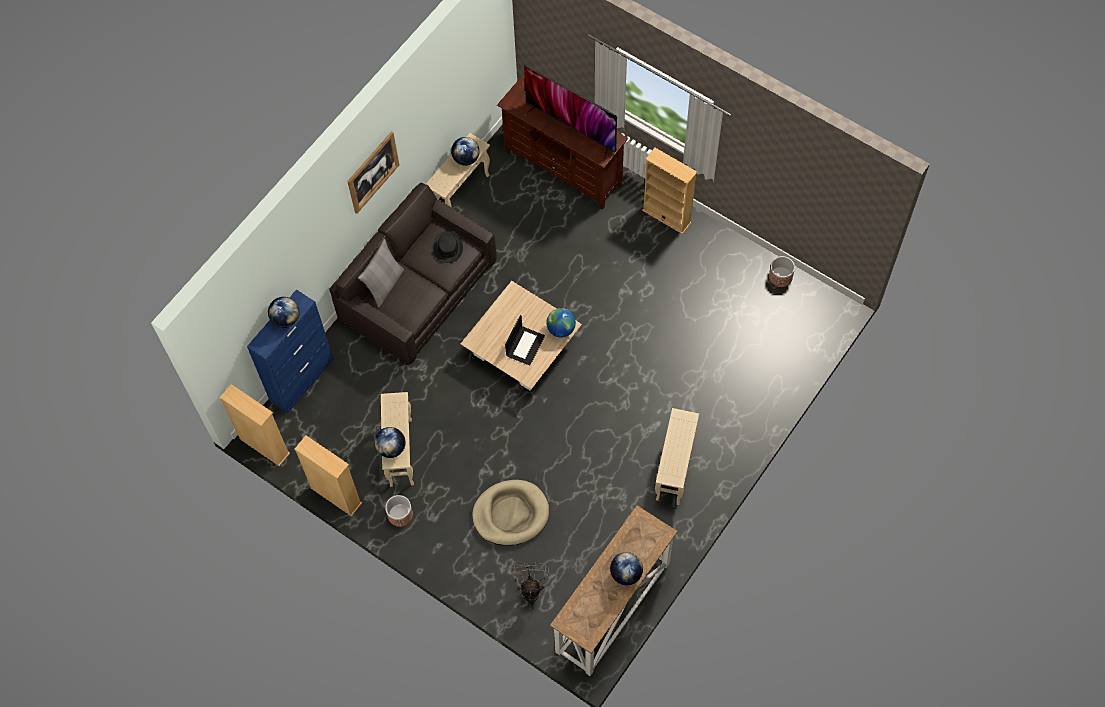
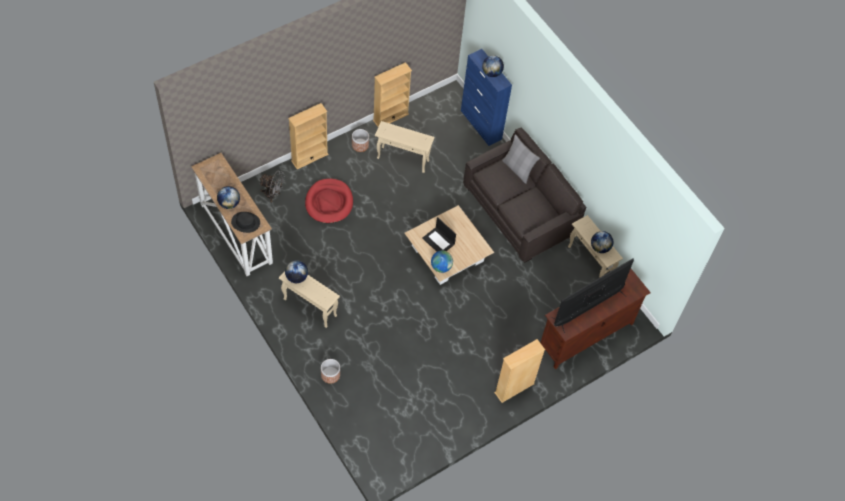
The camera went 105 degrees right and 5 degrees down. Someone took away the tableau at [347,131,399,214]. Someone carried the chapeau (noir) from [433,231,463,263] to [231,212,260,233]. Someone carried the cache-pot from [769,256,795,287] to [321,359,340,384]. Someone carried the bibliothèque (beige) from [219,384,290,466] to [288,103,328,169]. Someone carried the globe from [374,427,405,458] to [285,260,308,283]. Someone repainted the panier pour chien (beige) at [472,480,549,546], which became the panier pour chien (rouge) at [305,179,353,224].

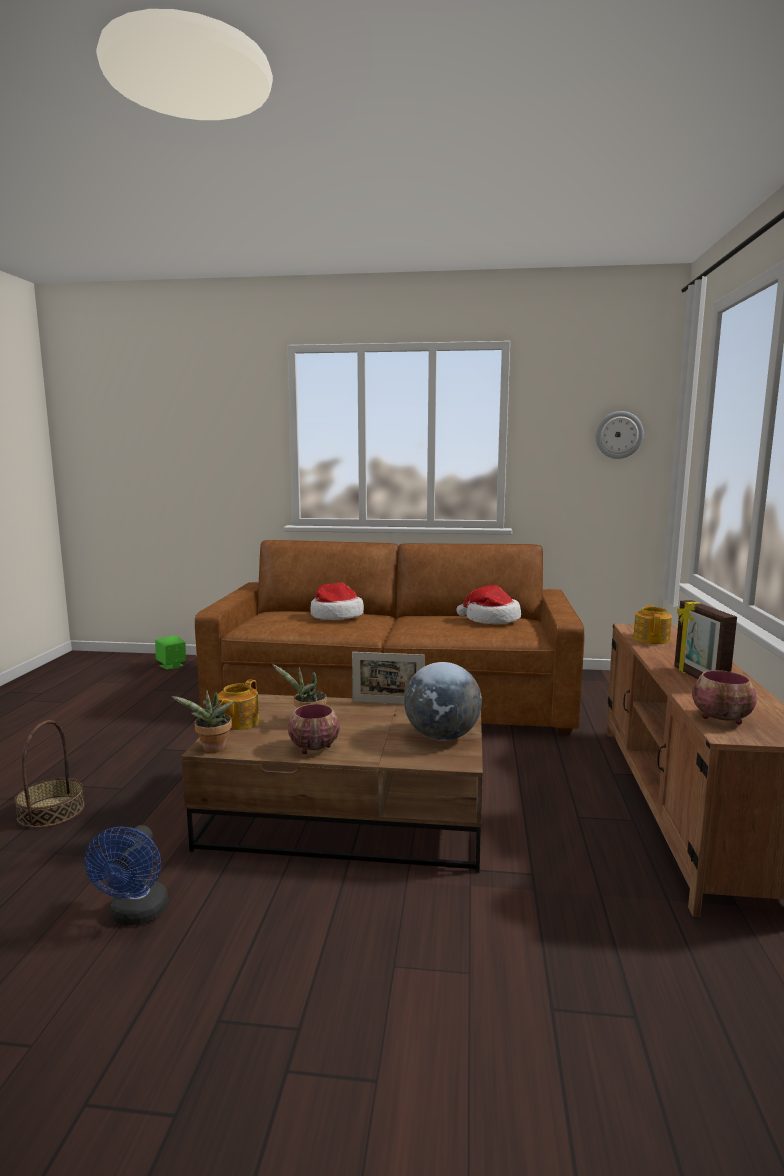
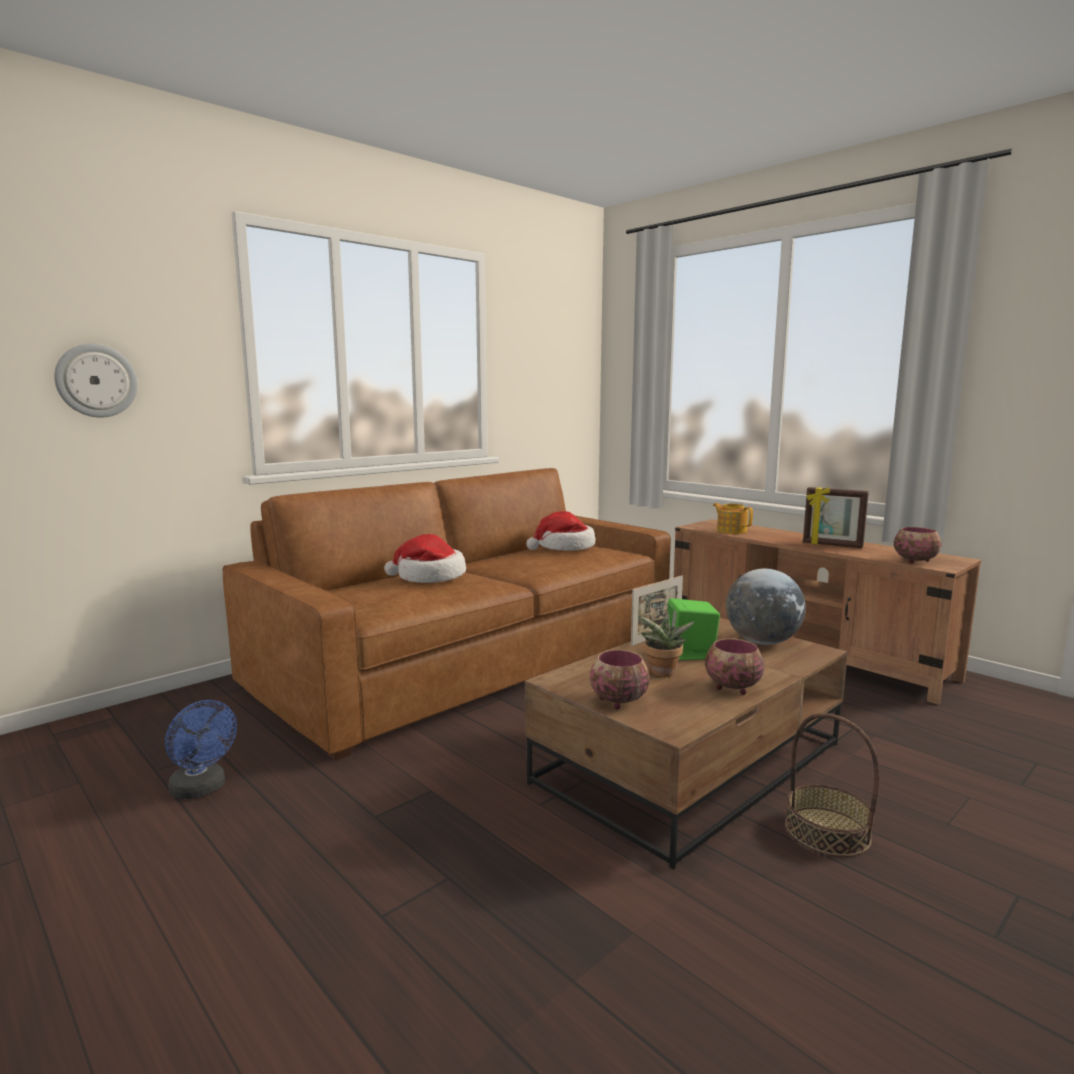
The camera went 50 degrees left and 0 degrees up. Someone carried the horloge murale from [595,411,644,459] to [54,343,138,418]. Someone carried the enceinte (vert) from [155,635,186,670] to [667,598,720,660]. Someone swapped the théière at [217,679,259,730] for the bol at [590,650,650,709]. Someone took away the plante en pot at [171,690,236,753]. Someone carried the panier from [14,720,85,828] to [785,713,879,857]. Someone carried the ventilateur (bleu) from [85,825,168,926] to [165,700,237,799].

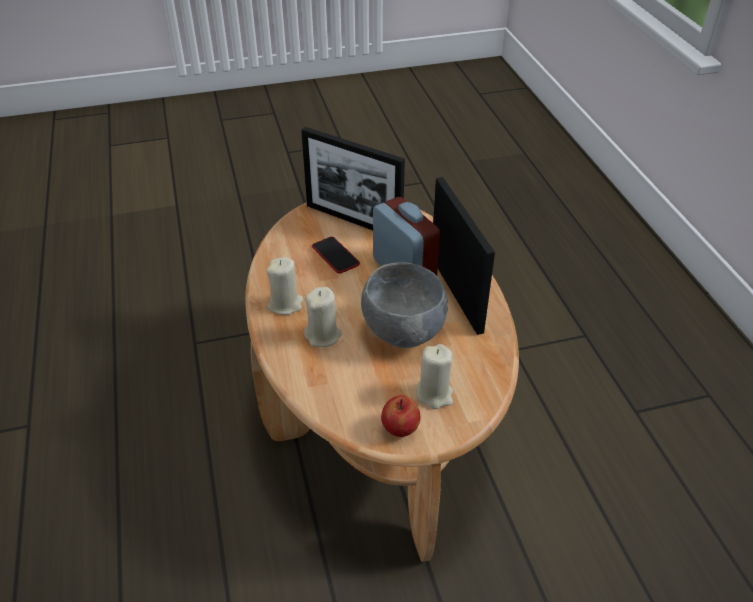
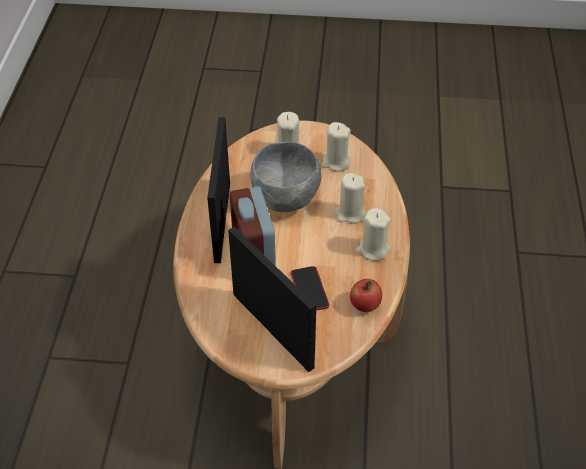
The camera went 160 degrees left and 5 degrees up. Someone carried the pomme from [381,395,420,437] to [350,279,382,312]. Someone put down the bougie (beige) at [322,122,351,171].

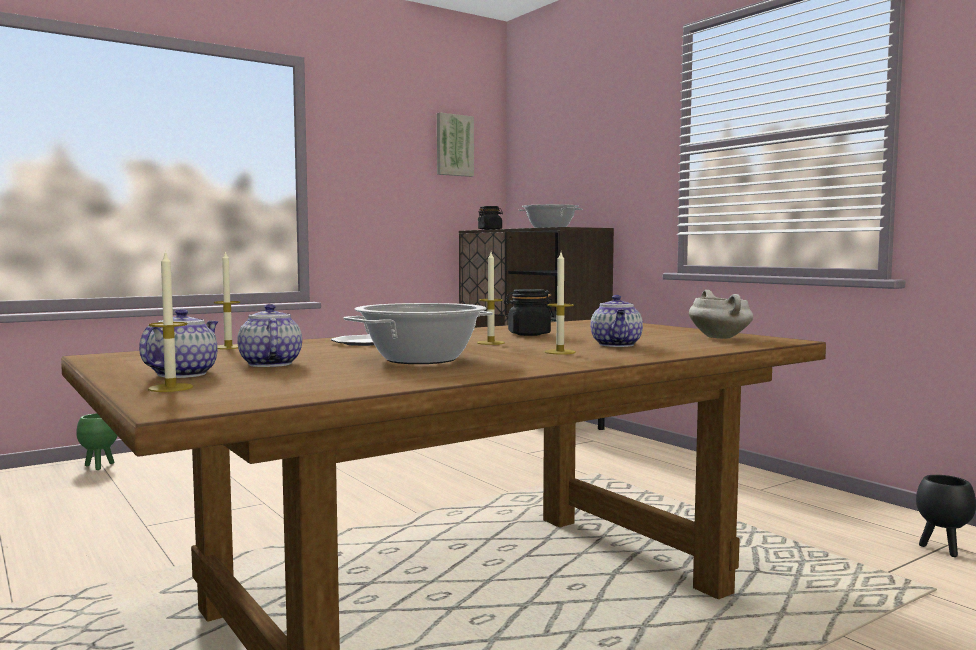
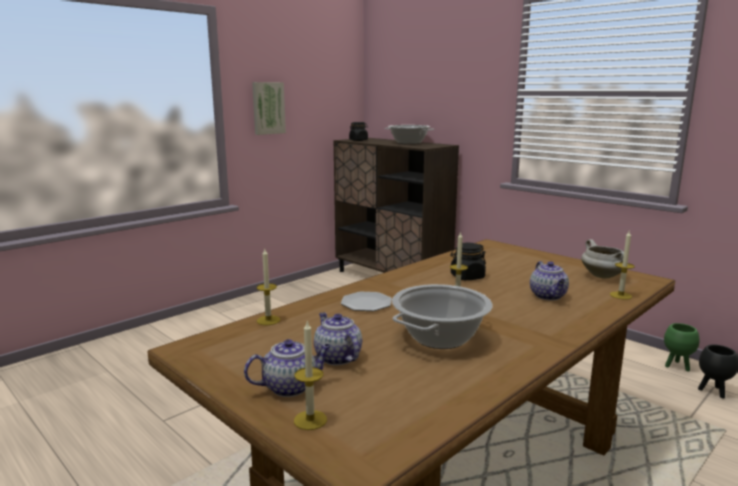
The camera went 10 degrees left and 10 degrees up. Someone carried the tableau from [437,113,474,177] to [252,82,286,135]. Someone carried the bougie from [545,252,576,355] to [610,230,635,300]. Someone rotated the théière at [139,309,218,378] by 60 degrees clockwise. Someone carried the cache-pot (vert) from [76,413,117,470] to [664,323,700,371].

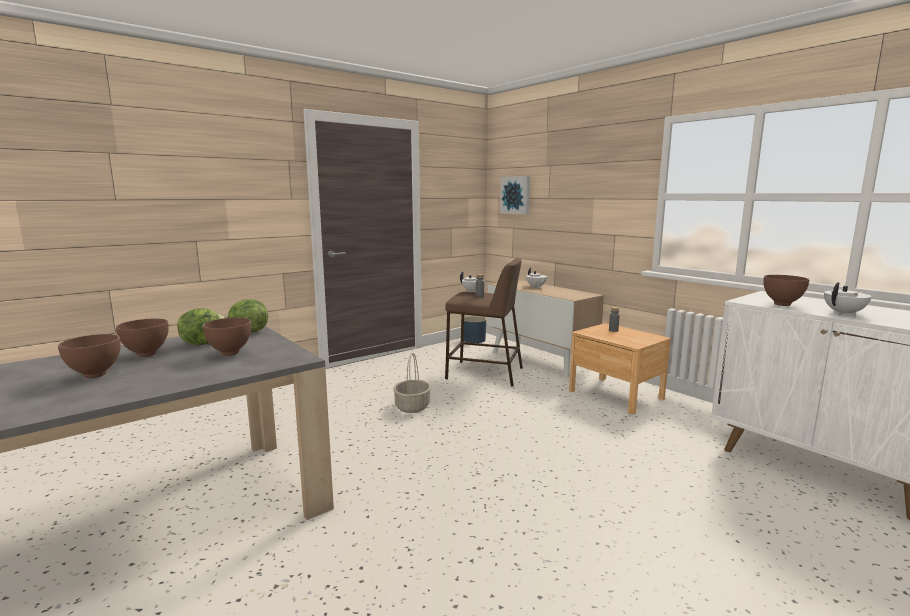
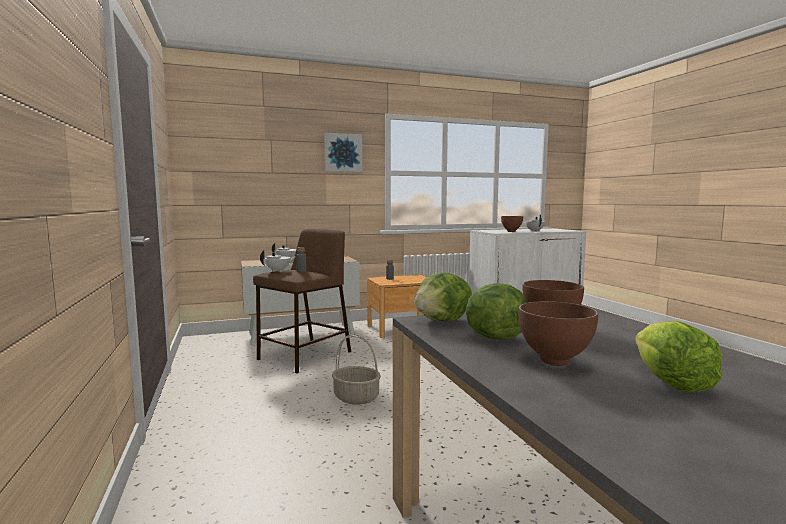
The camera went 70 degrees left and 5 degrees down. Someone carried the tableau from [500,176,530,214] to [324,133,362,172]. Someone took away the cache-pot (bleu) at [464,316,486,343]. Someone swapped the bol (marron) at [58,334,121,378] for the laitue at [636,321,722,393].

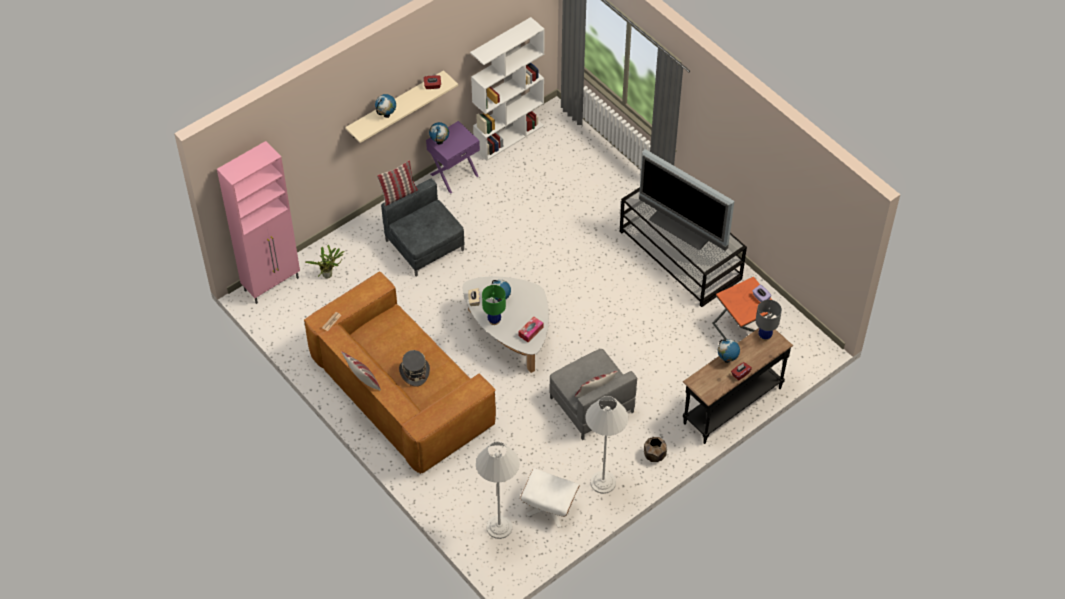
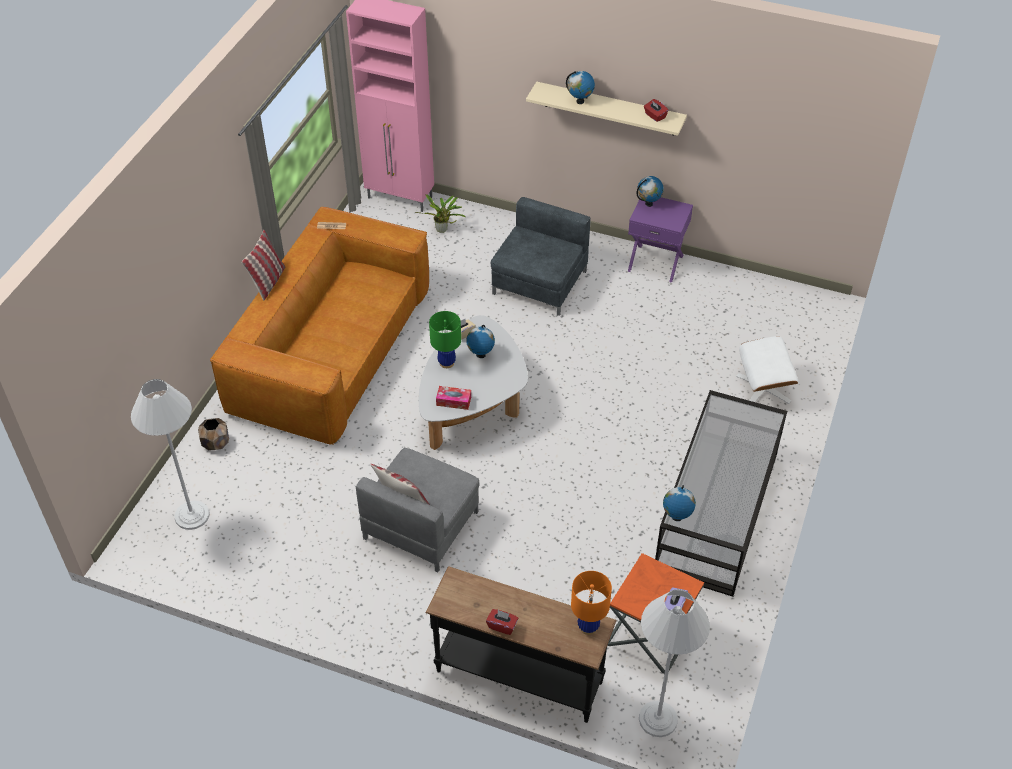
The camera went 60 degrees right and 5 degrees down. Someone took away the bibliothèque (blanc) at [470,17,545,161]. Someone took away the téléviseur at [639,149,734,251]. Someone took away the coussin at [377,160,418,206]. Someone repainted the lampe de table (gris) at [756,300,782,341], which became the lampe de table (orange) at [571,571,612,635]. Someone carried the globe from [718,339,740,363] to [663,485,696,521]. Someone took away the chapeau (gris) at [399,350,430,387]. Someone carried the lampadaire (blanc) from [585,396,629,494] to [639,589,710,737]. Someone carried the cache-pot (marron) from [644,437,667,462] to [198,418,229,451]. Someone carried the pouf (blanc) from [520,469,580,528] to [736,336,799,404].

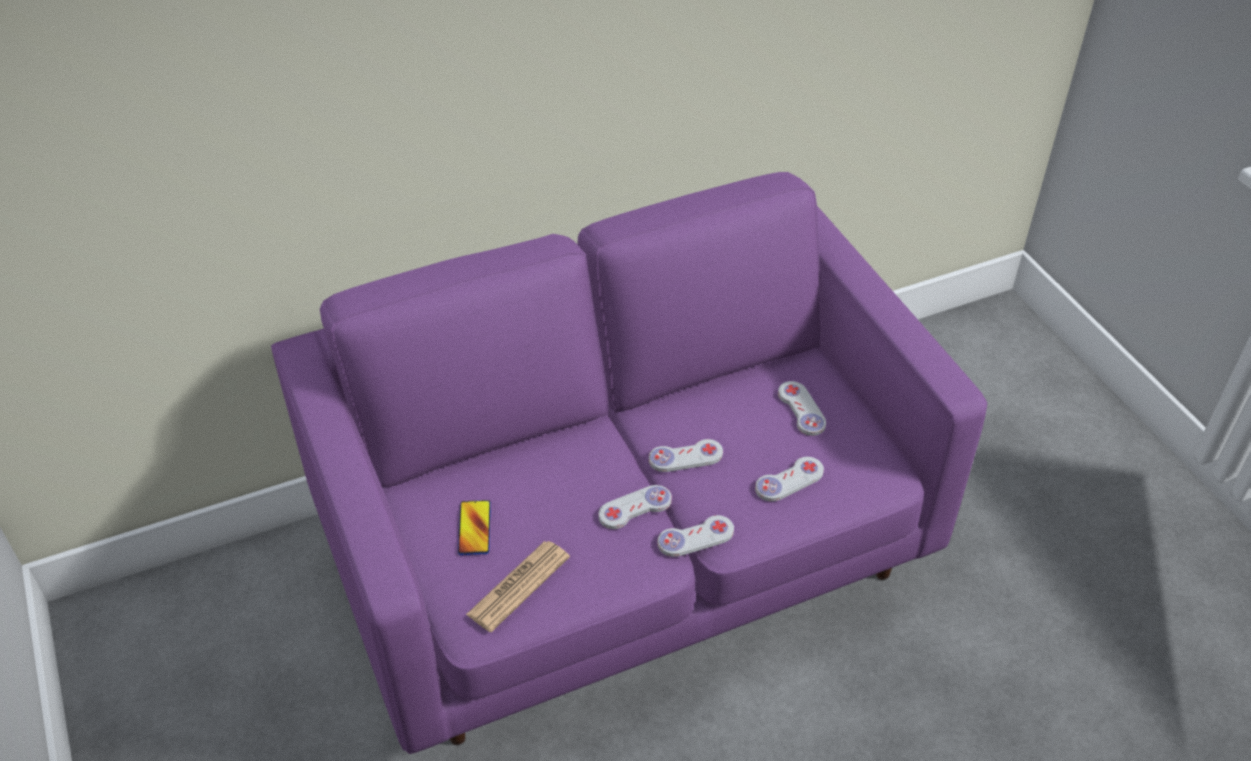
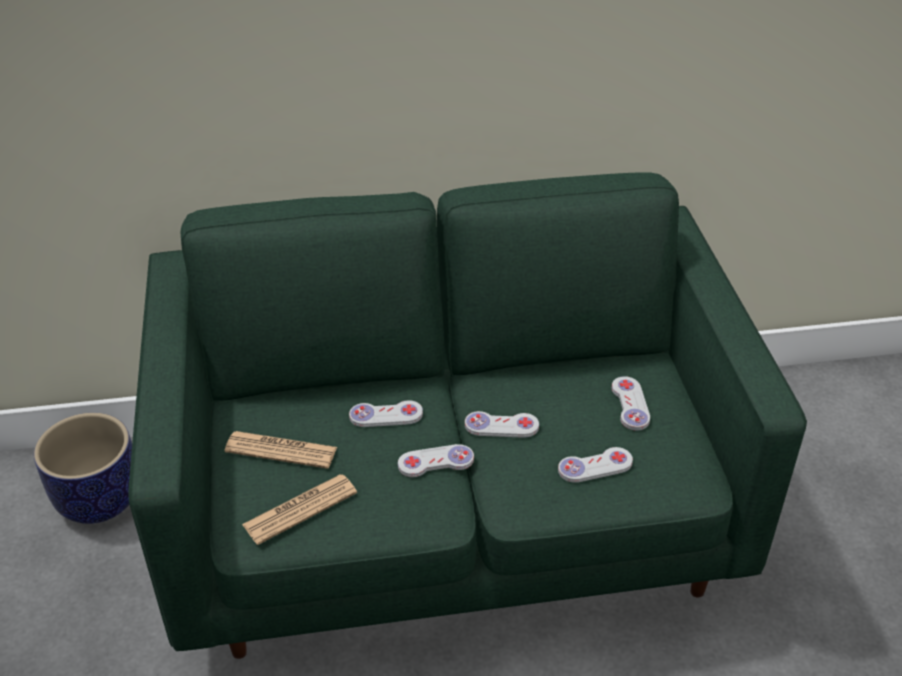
The camera went 15 degrees right and 5 degrees down. Someone repainted the canapé (violet) at [271,172,987,754], which became the canapé (vert) at [129,172,807,659]. Someone swapped the téléphone at [458,500,491,555] for the journal at [224,431,337,469]. Someone carried the manette (blanc) from [657,515,734,557] to [349,400,423,427]. Someone put down the cache-pot at [34,413,132,524].

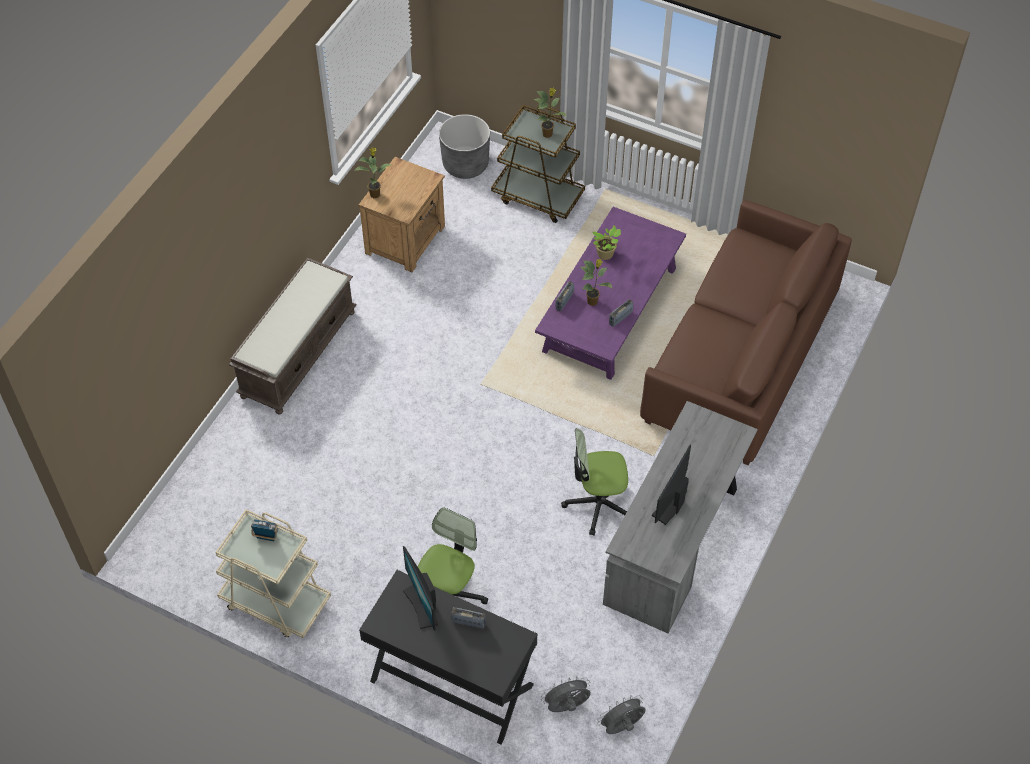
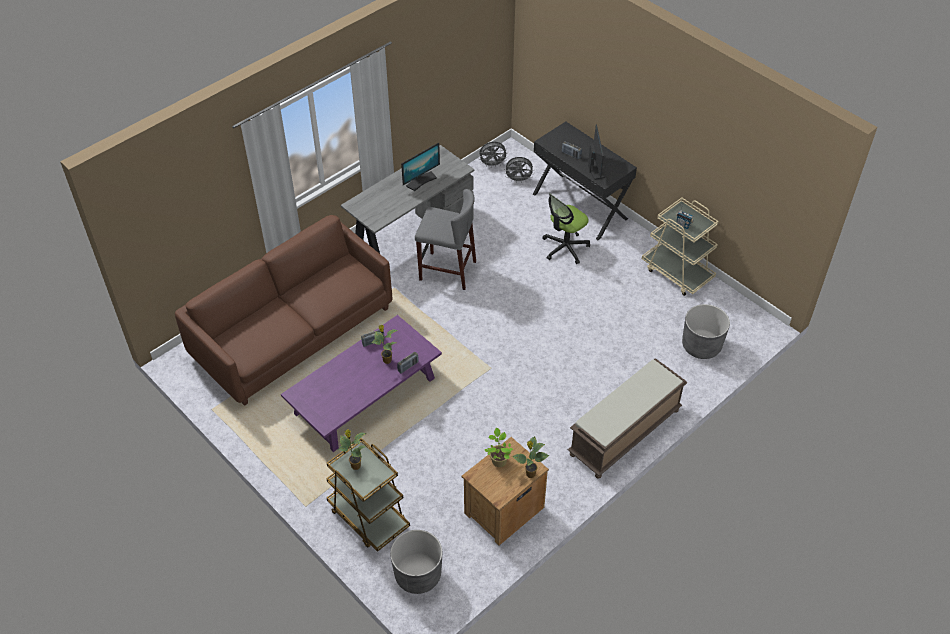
The camera went 160 degrees left and 5 degrees down. Someone carried the plante en pot from [593,225,621,260] to [485,428,513,467]. Someone swapped the chaise de bureau at [561,428,628,536] for the tabouret (gris) at [415,189,476,290]. Someone put down the cache-pot (gris) at [682,304,730,359].

